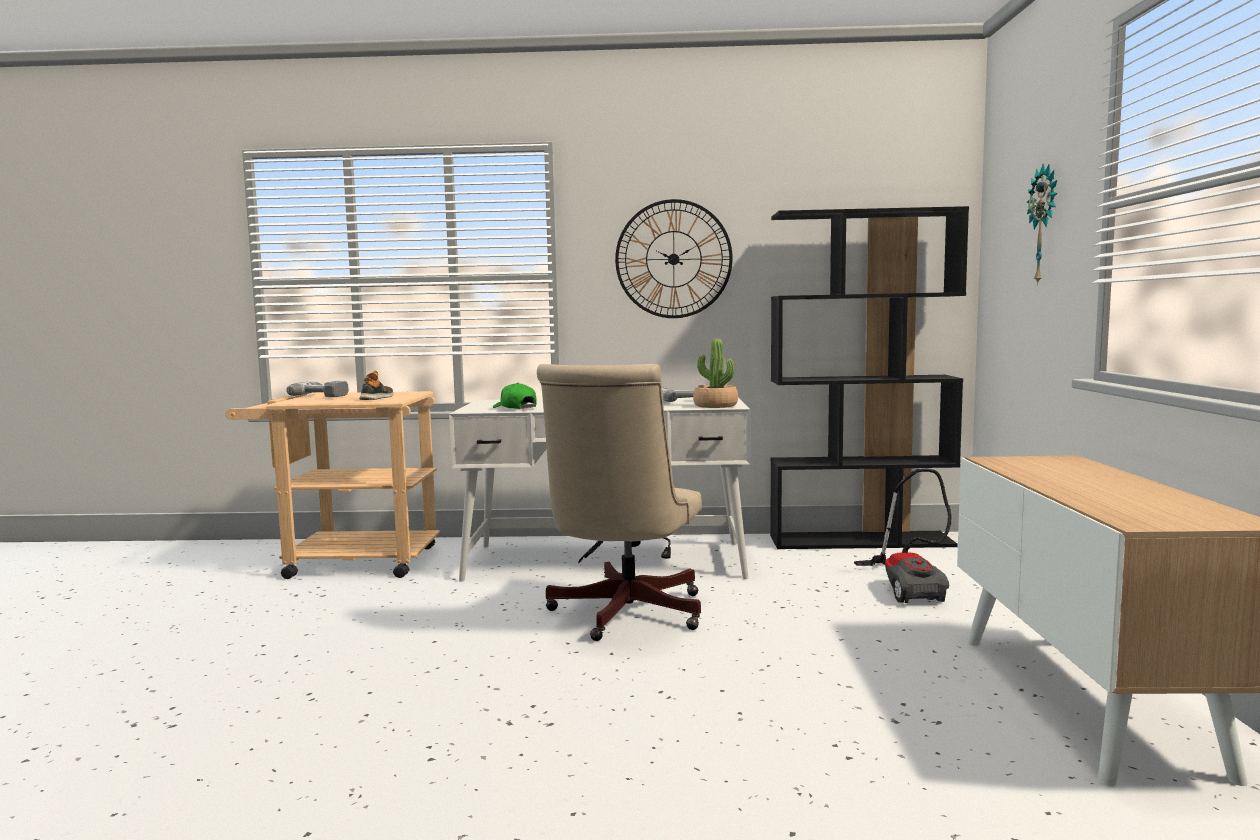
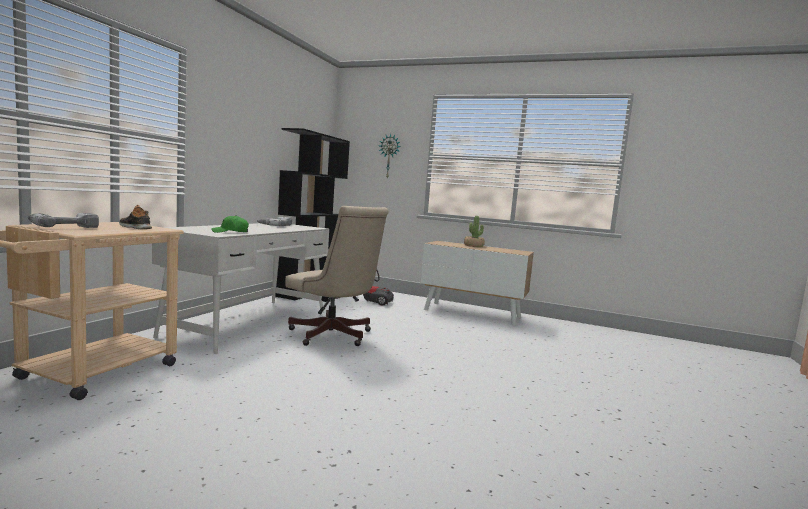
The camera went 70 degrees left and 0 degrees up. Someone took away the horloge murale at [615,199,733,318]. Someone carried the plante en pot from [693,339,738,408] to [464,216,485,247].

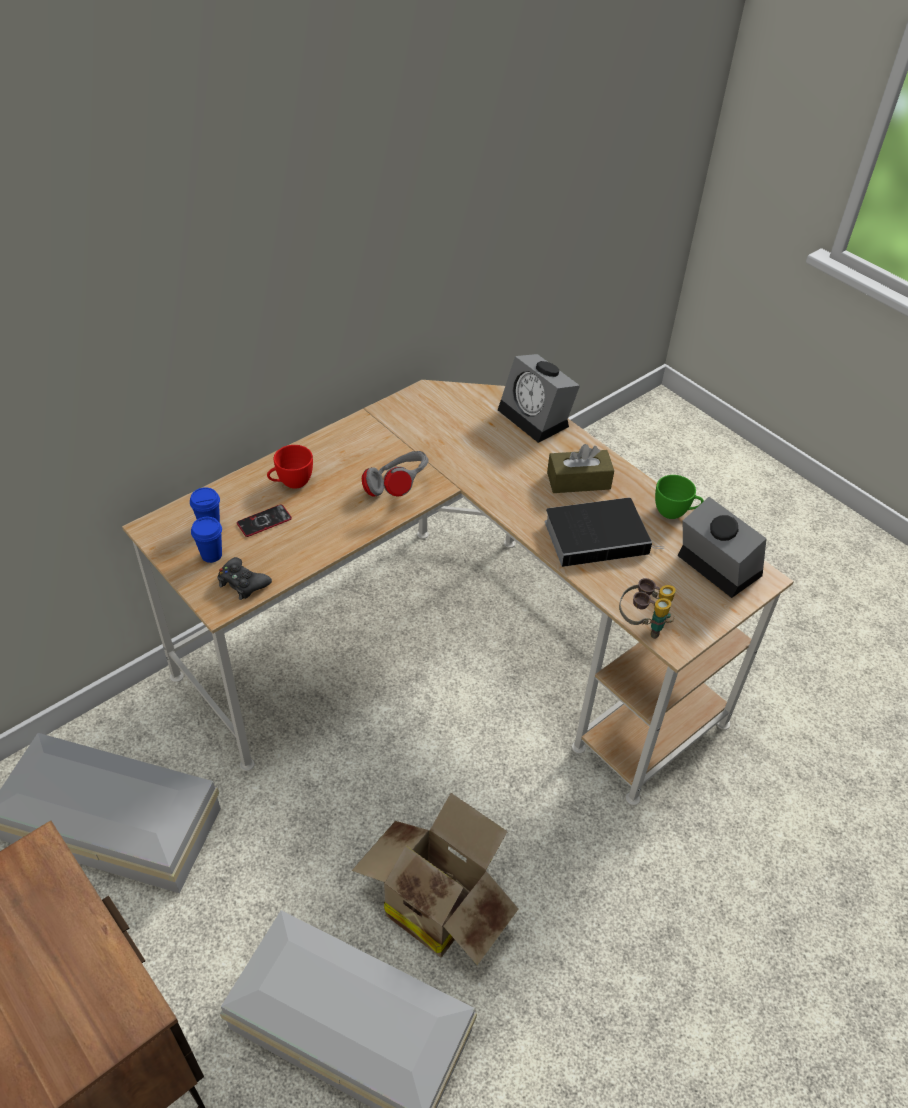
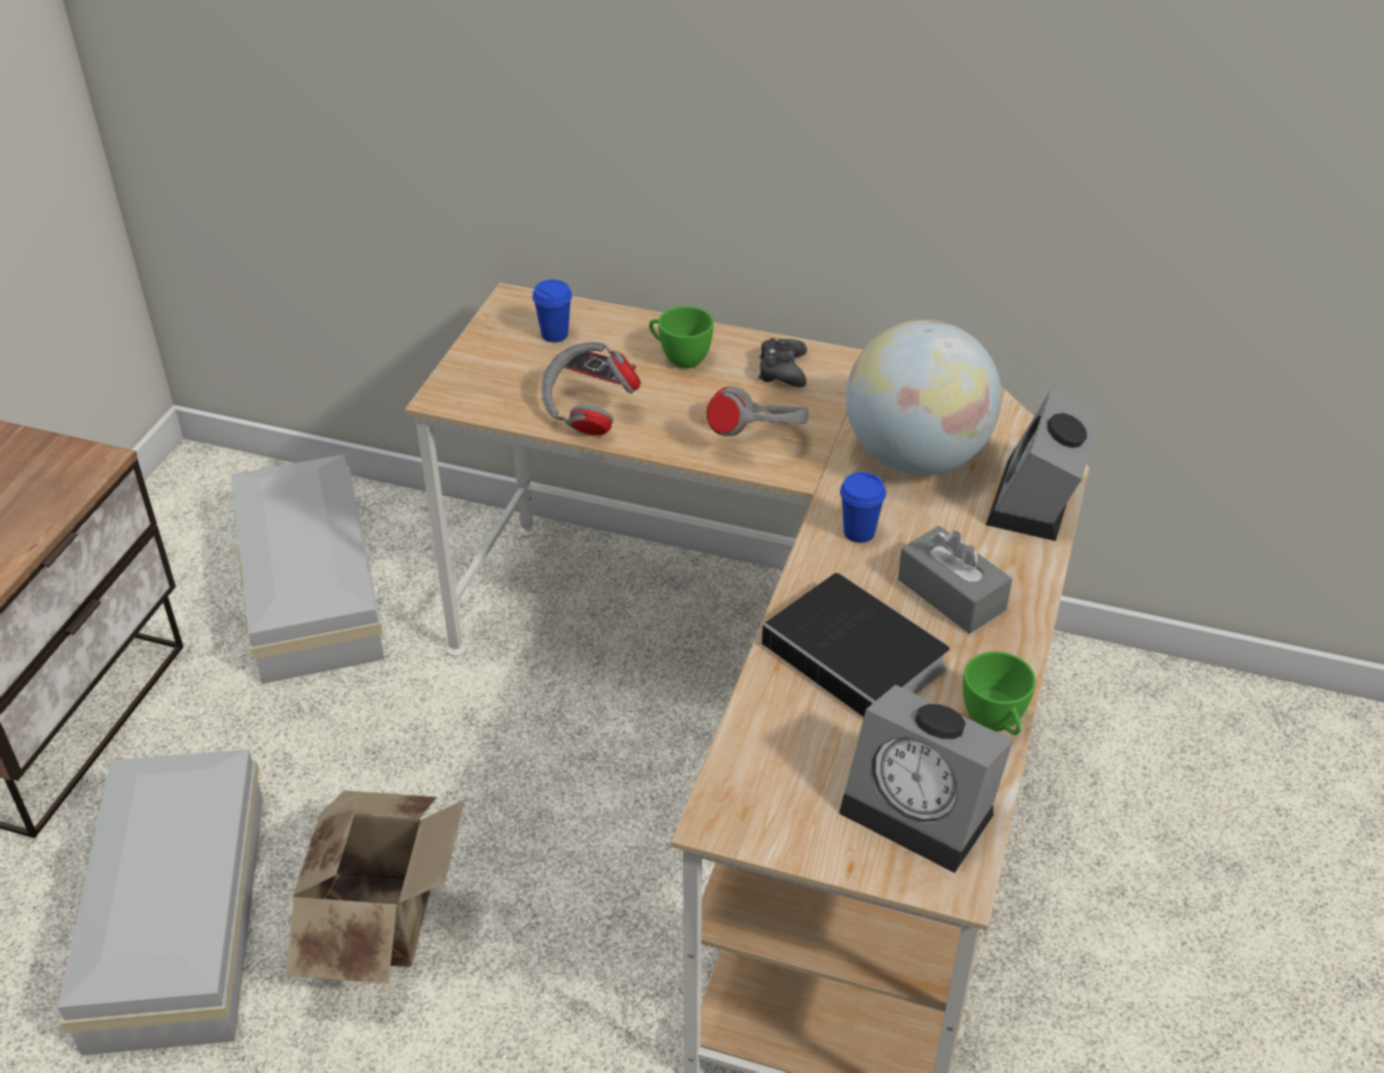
The camera went 60 degrees right and 5 degrees down. Someone repainted the boîte à mouchoirs (marron) at [547,444,614,493], which became the boîte à mouchoirs (gris) at [898,526,1012,634]. Someone repainted the tasse (rouge) at [267,445,313,489], which became the tasse (vert) at [649,306,713,368]. Someone rotated the réveil at [678,497,767,598] by 105 degrees clockwise. Someone carried the tasse (bleu) from [191,517,222,563] to [840,472,886,543]. Someone carried the manette (noir) from [218,557,272,600] to [758,338,807,387]. Someone took away the jumelles at [619,578,676,639]. Someone put down the globe at [846,320,1002,475]. Someone put down the casque audio (gris) at [541,342,641,436].

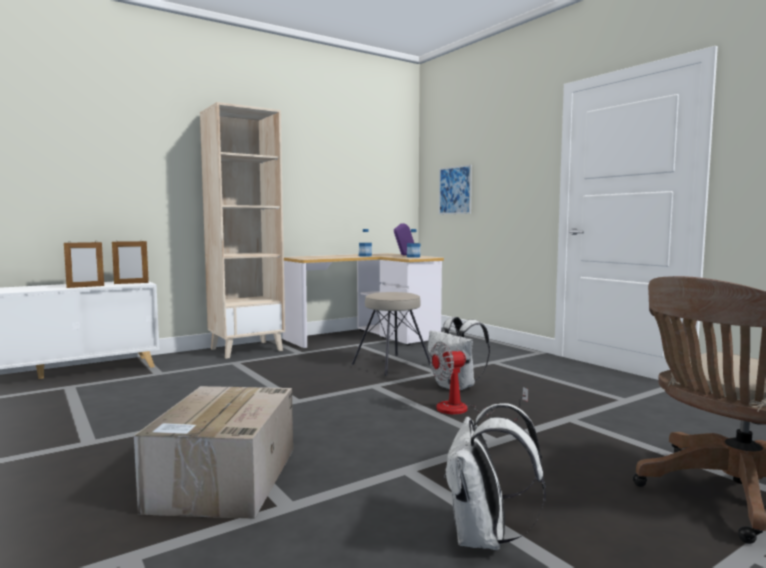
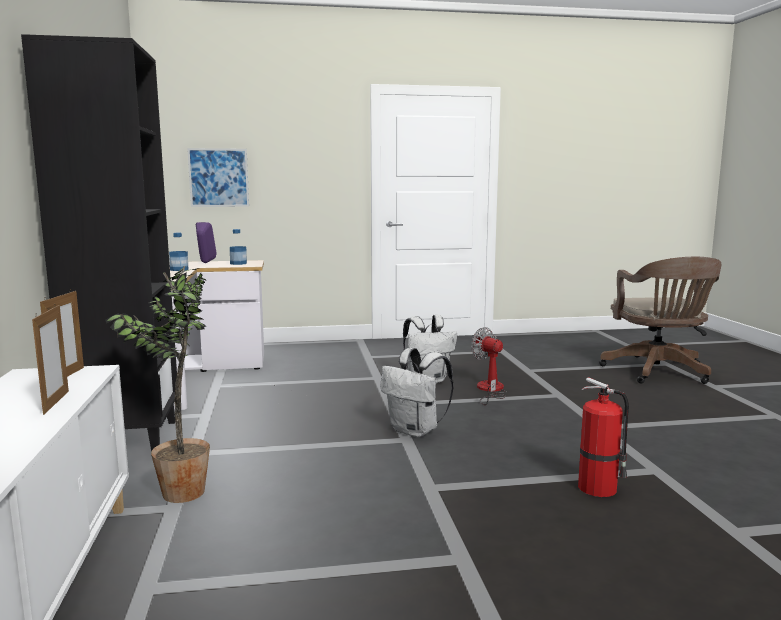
The camera went 65 degrees left and 5 degrees up. Someone repainted the bibliothèque (beige) at [200,102,285,359], which became the bibliothèque (noir) at [21,34,177,451]. Someone took away the tabouret (beige) at [352,292,432,376]. Someone rotated the ventilateur at [430,341,528,421] by 135 degrees clockwise. Someone swapped the carton at [134,386,293,519] for the extincteur at [578,377,629,497]. Someone carried the sac à dos (blanc) from [444,403,546,550] to [381,348,454,437]. Someone put down the plante en pot at [105,266,210,503].

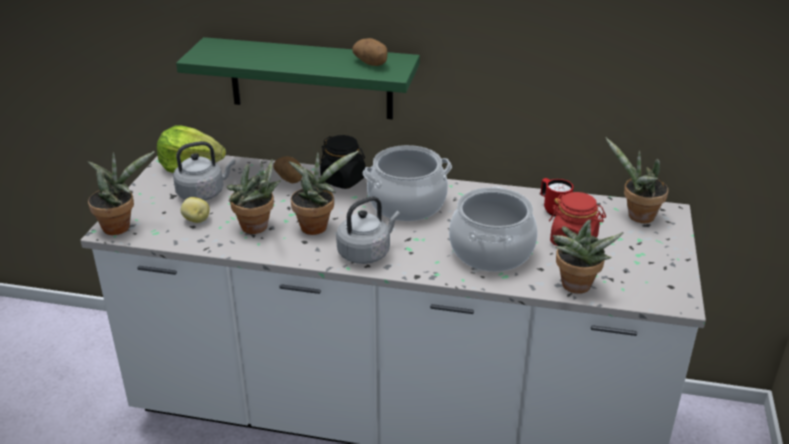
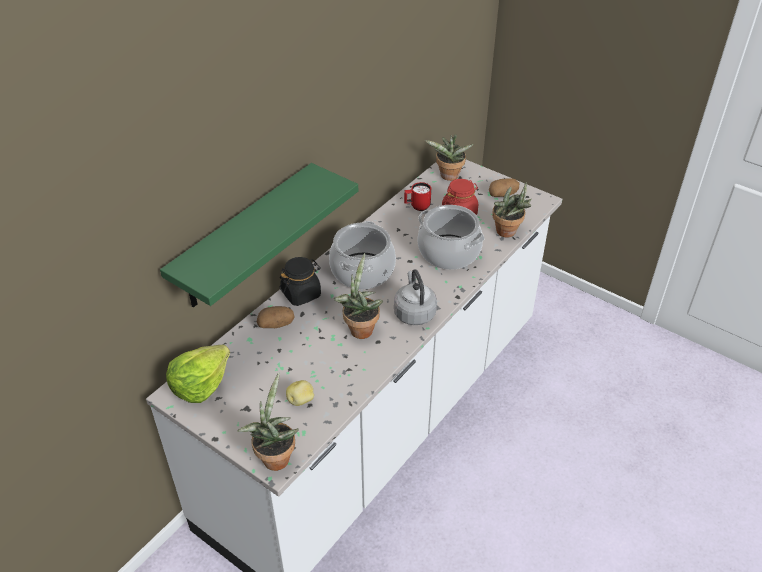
The camera went 65 degrees left and 10 degrees up. Someone carried the pomme de terre from [352,38,388,66] to [489,178,519,197]. Someone took away the bouilloire (gris) at [173,141,235,201]. Someone took away the plante en pot at [227,159,281,234].

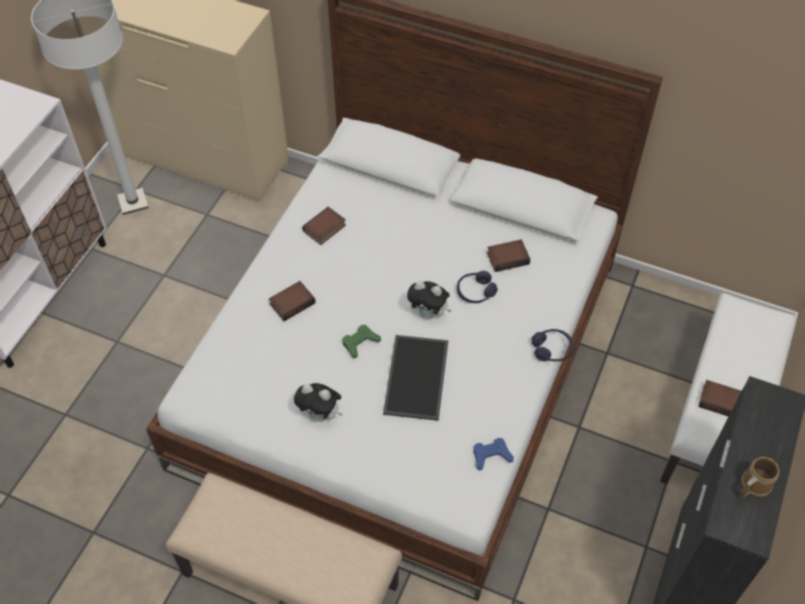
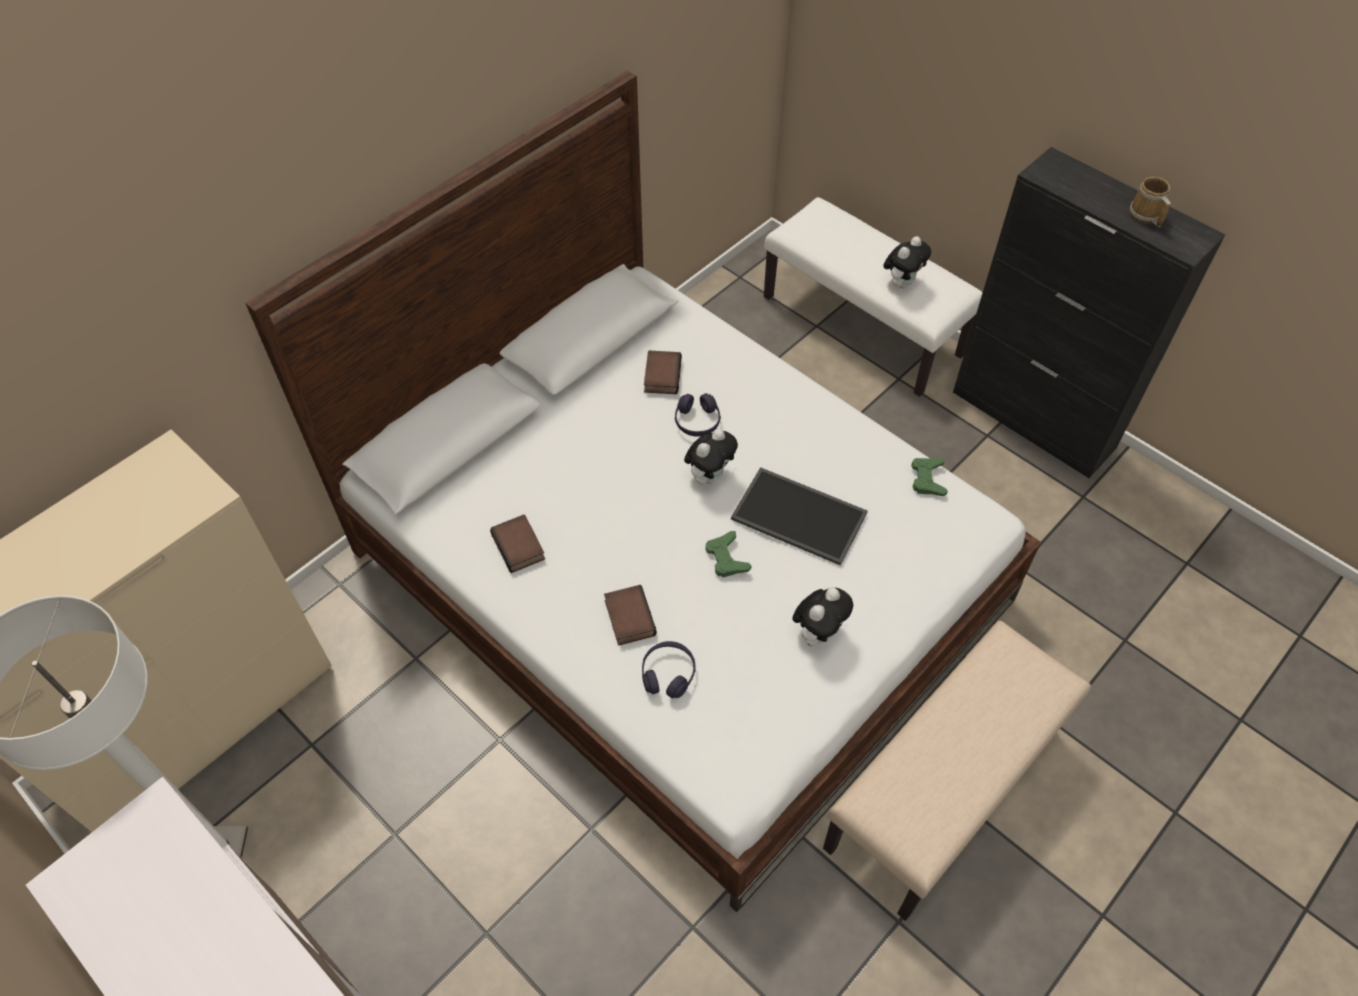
The camera went 70 degrees left and 0 degrees up. Someone carried the casque audio (violet) from [532,329,574,361] to [642,641,696,698]. Someone swapped the livre at [698,380,742,417] for the peluche at [883,236,931,288]. Someone repainted the manette (bleu) at [473,438,514,471], which became the manette (vert) at [911,457,948,496].

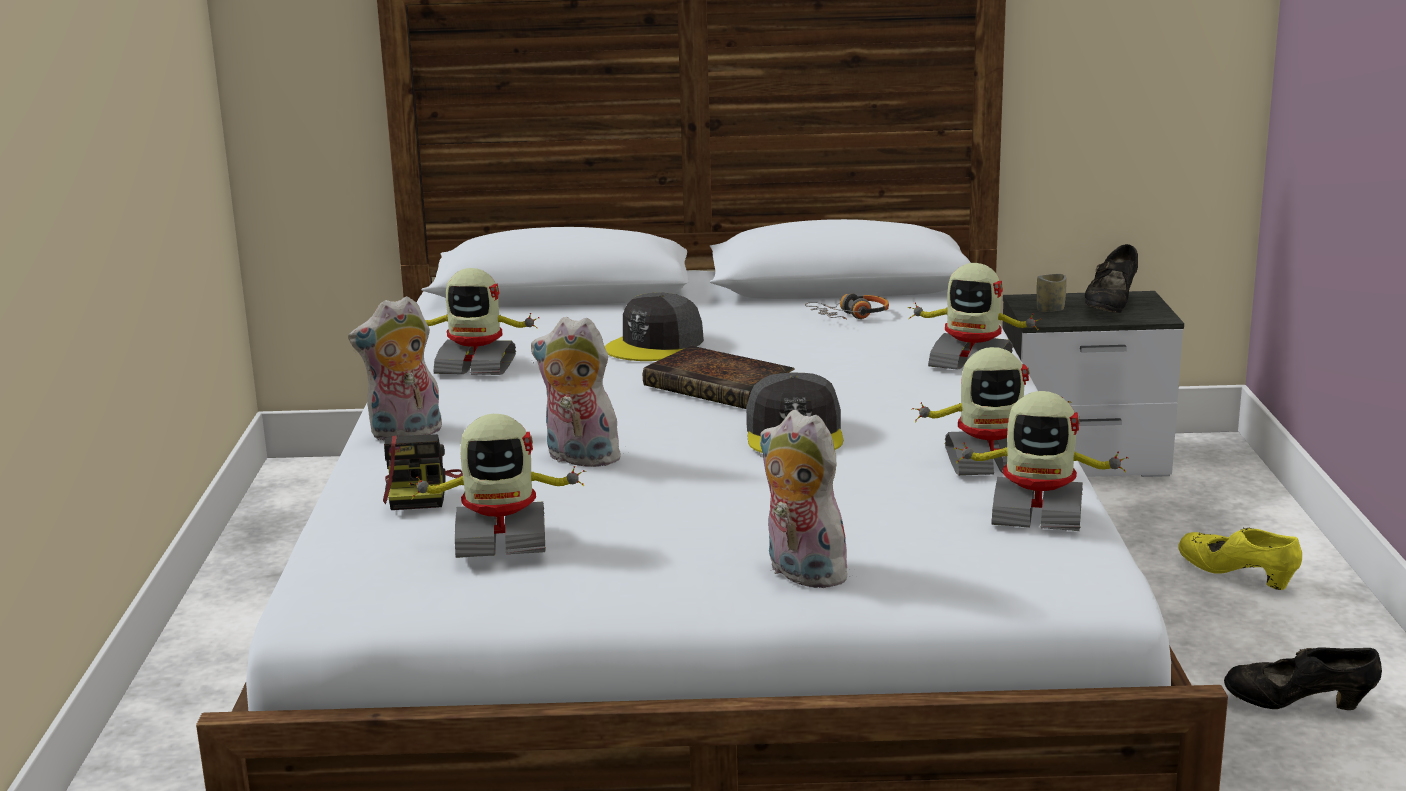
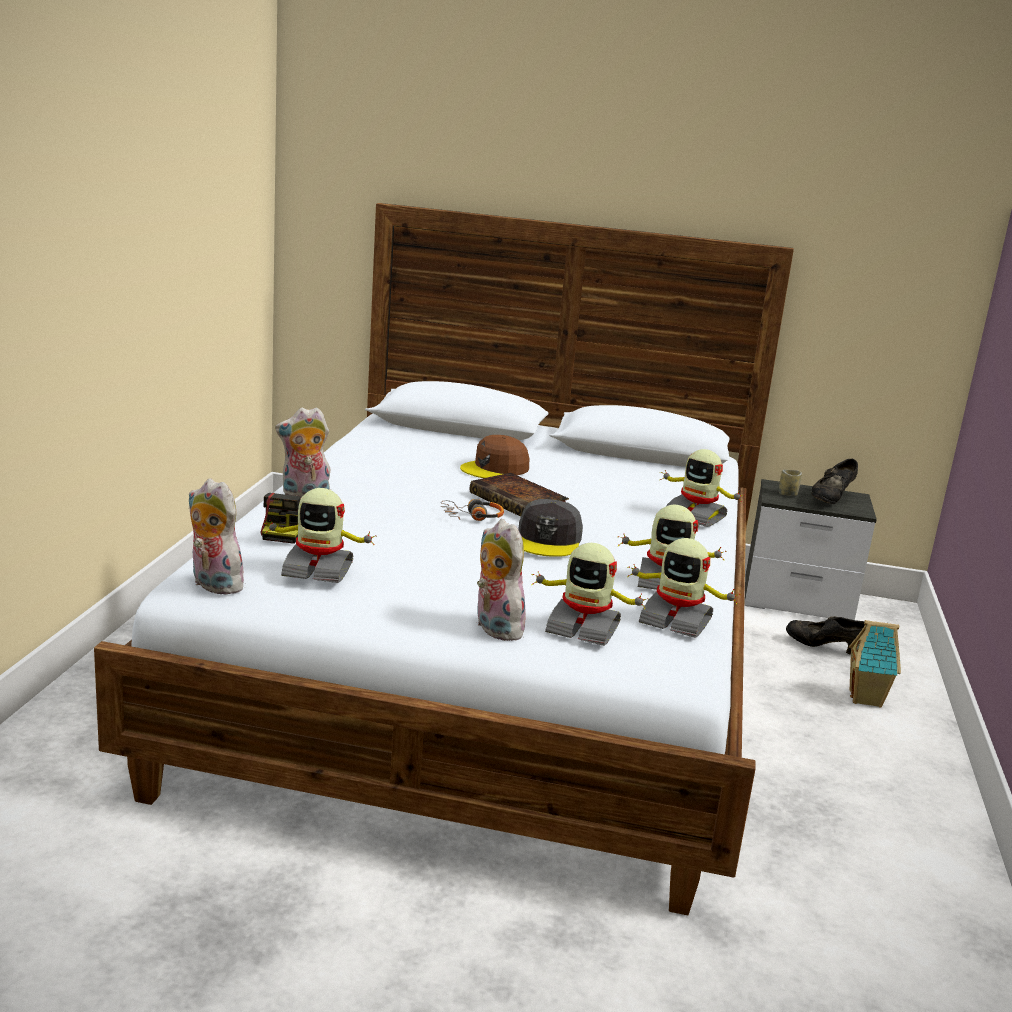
The camera went 10 degrees right and 0 degrees up. Someone carried the robot jouet from [425,268,539,375] to [532,543,648,646]. Someone repainted the casquette (gris) at [605,292,704,361], which became the casquette (marron) at [460,435,529,478]. Someone carried the casque audio from [805,293,889,319] to [441,499,504,521]. Someone carried the peluche from [531,317,629,467] to [188,478,250,595]. Someone swapped the chaussure (jaune) at [1178,528,1302,590] for the maison miniature at [849,620,901,707]. Someone carried the chaussure (noir) from [1224,647,1382,710] to [786,616,865,655].

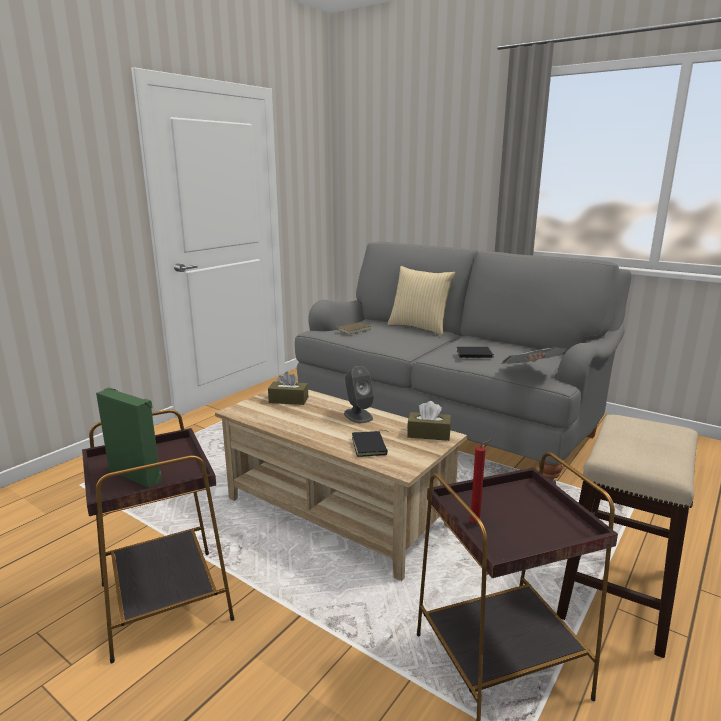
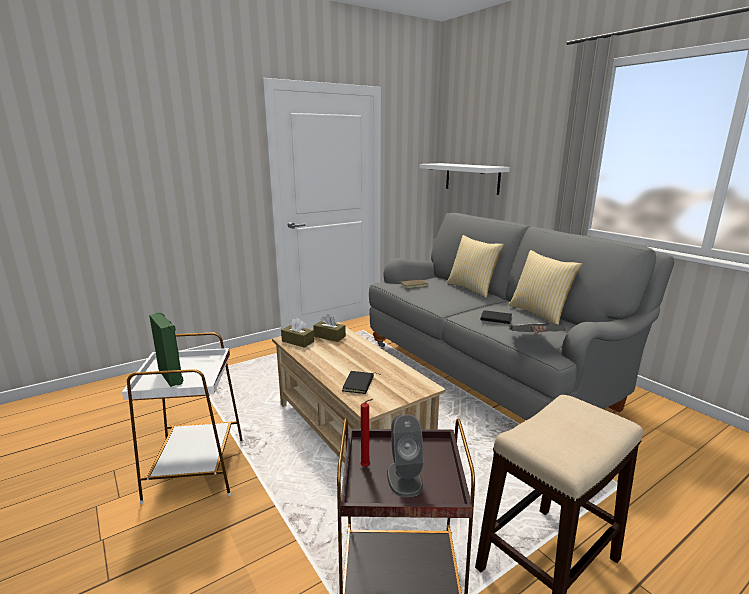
The camera went 20 degrees right and 0 degrees up. Someone carried the enceinte (gris) from [344,366,374,423] to [387,414,424,497]. Someone carried the boîte à mouchoirs (marron) from [407,401,451,441] to [281,318,314,348]. Someone repainted the table d'appoint (marron) at [82,409,234,663], which became the table d'appoint (blanc) at [122,332,243,504]. Someone put up the étagère (blanc) at [419,163,510,195]. Someone put down the coussin at [509,250,582,324].

